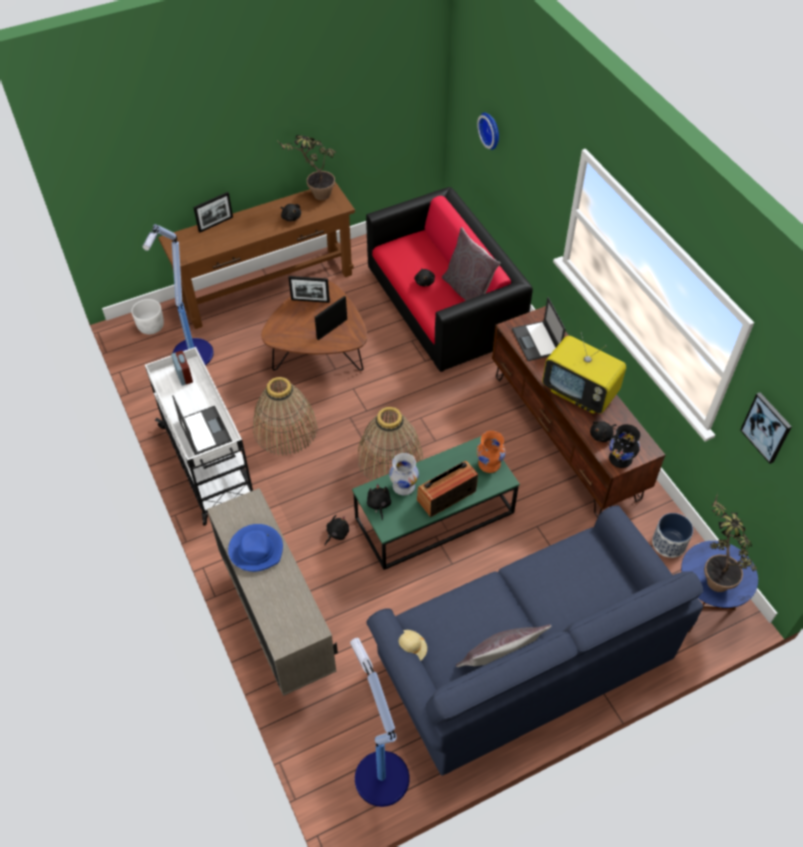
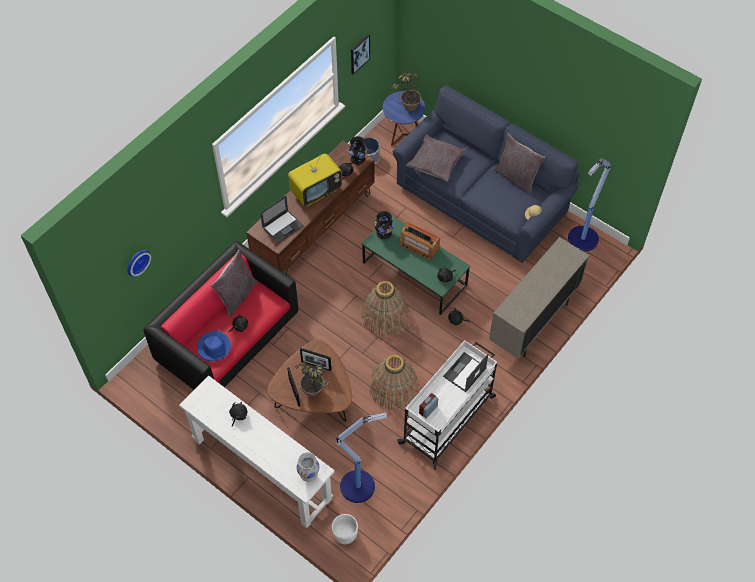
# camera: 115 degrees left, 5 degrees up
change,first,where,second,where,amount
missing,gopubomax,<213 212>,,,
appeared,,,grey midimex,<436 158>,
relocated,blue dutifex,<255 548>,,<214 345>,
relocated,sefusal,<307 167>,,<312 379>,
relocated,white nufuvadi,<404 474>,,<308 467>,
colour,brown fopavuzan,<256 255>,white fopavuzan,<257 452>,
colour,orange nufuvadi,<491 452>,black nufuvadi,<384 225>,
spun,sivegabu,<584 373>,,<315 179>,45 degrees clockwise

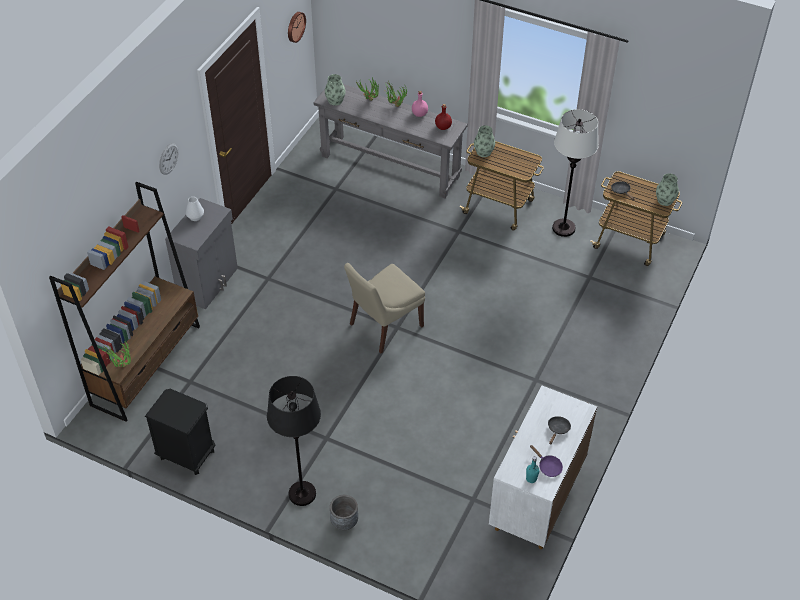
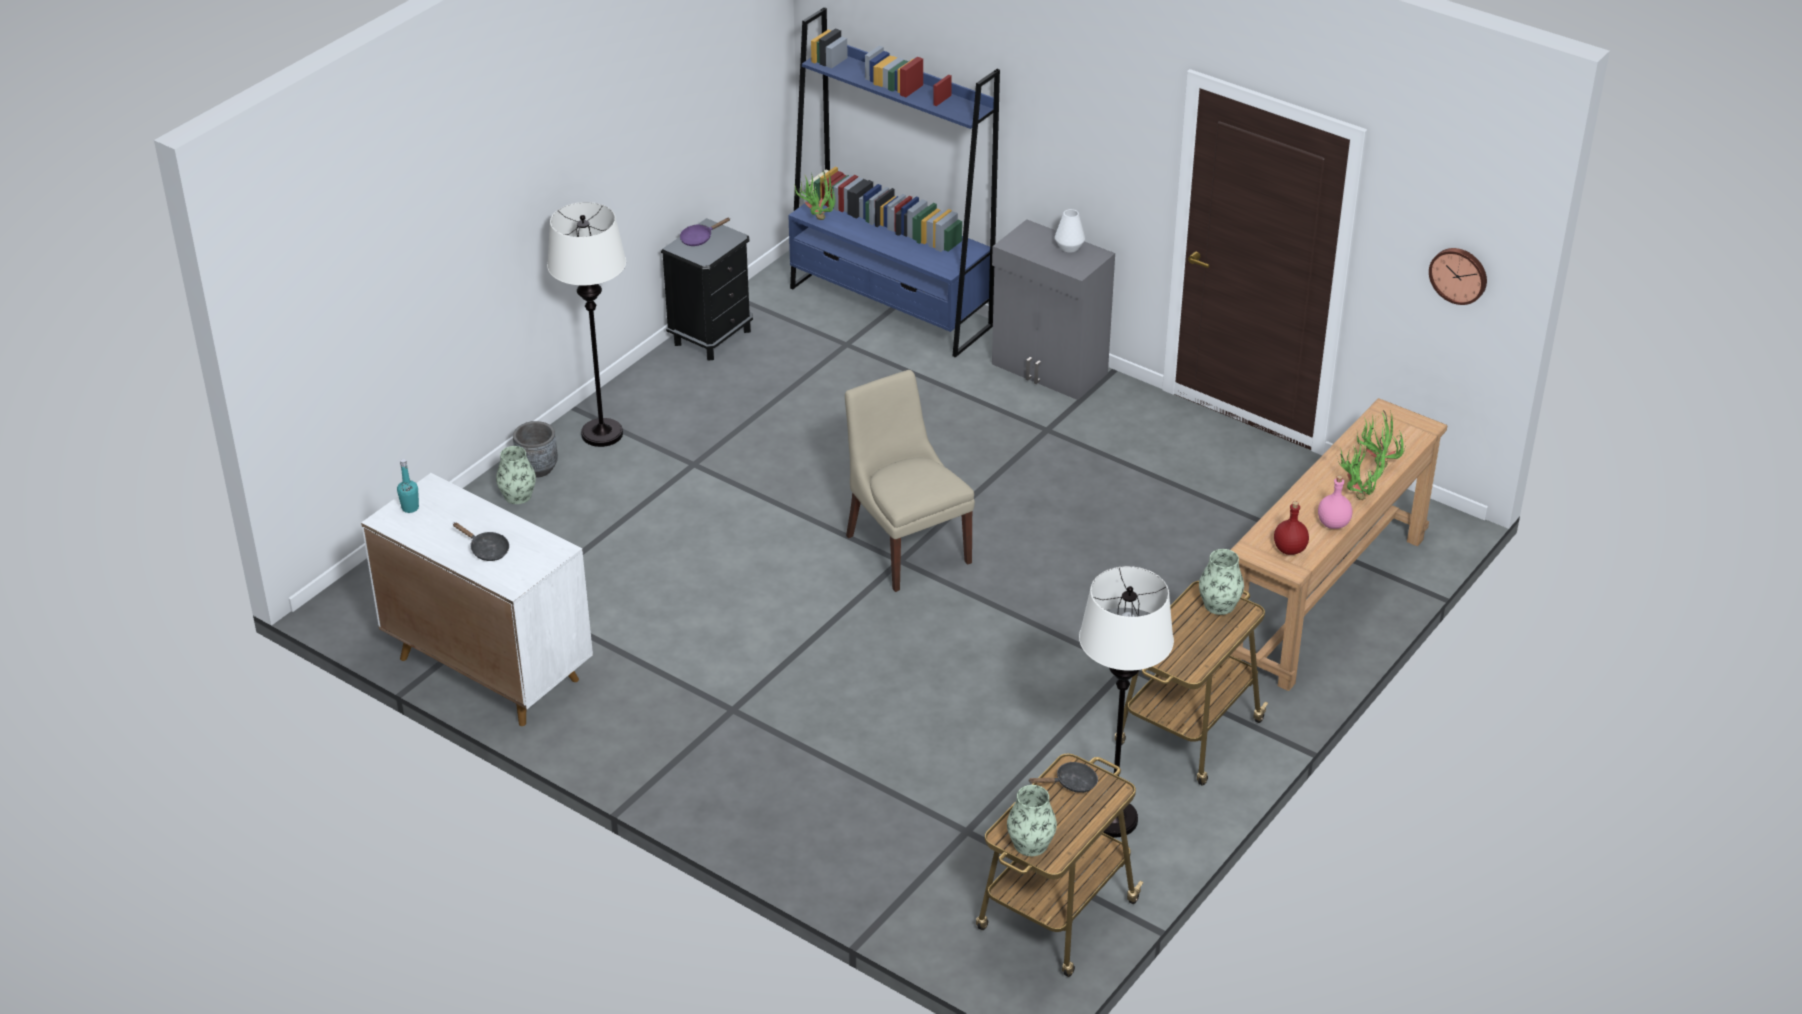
# camera: 100 degrees right, 10 degrees down
change,first,where,second,where,amount
missing,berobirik,<168 159>,,,
relocated,nufuvadi,<335 90>,,<516 475>,
relocated,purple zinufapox,<546 461>,,<705 231>,
colour,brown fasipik,<124 302>,blue fasipik,<894 182>,
colour,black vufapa,<294 441>,white vufapa,<586 324>,
colour,grey fopavuzan,<391 141>,brown fopavuzan,<1337 544>,

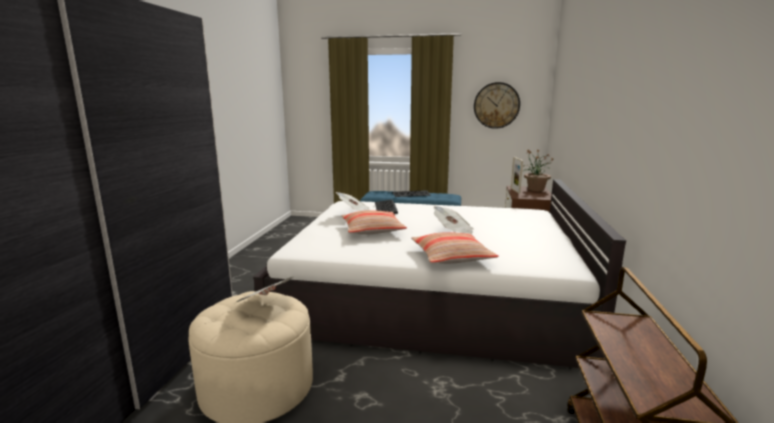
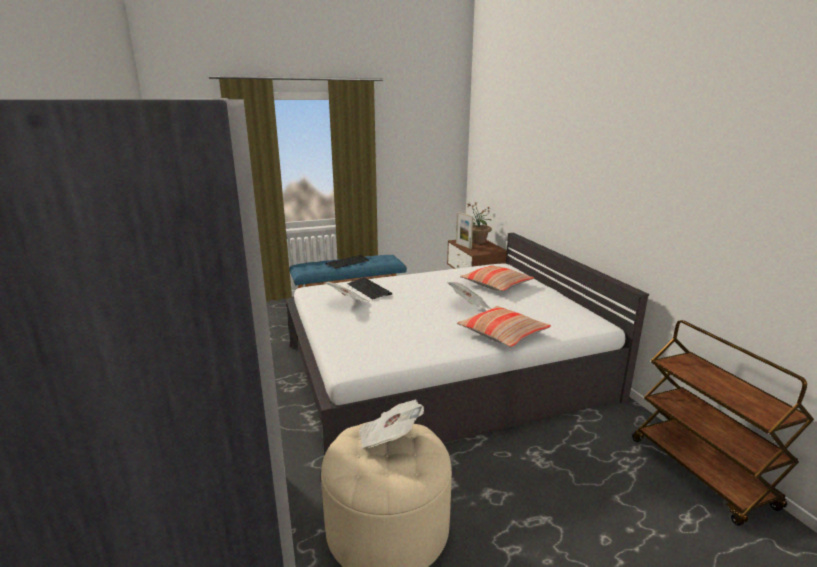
# camera: 30 degrees left, 5 degrees up
change,first,where,second,where,amount
missing,berobirik,<497 105>,,,
relocated,midimex,<374 222>,,<497 278>,

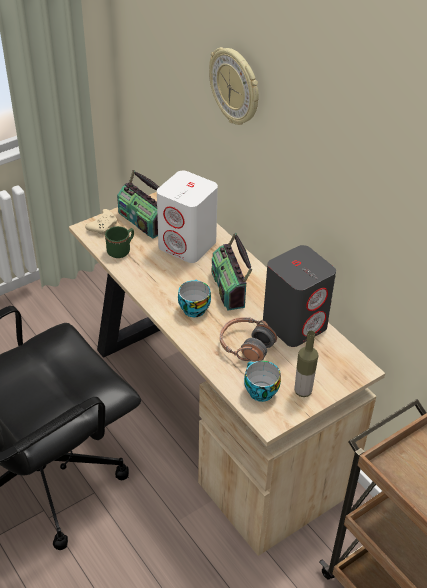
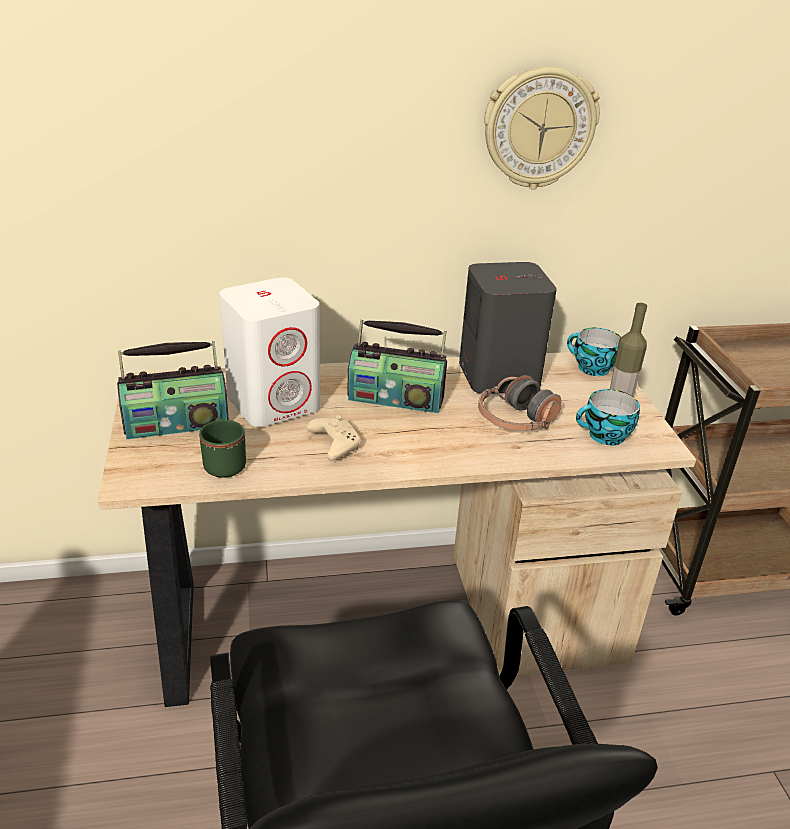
# camera: 65 degrees left, 10 degrees down
change,first,where,second,where,amount
relocated,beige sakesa,<101 222>,,<333 437>,
relocated,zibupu,<194 298>,,<594 352>,
relocated,berobirik,<234 86>,,<542 128>,

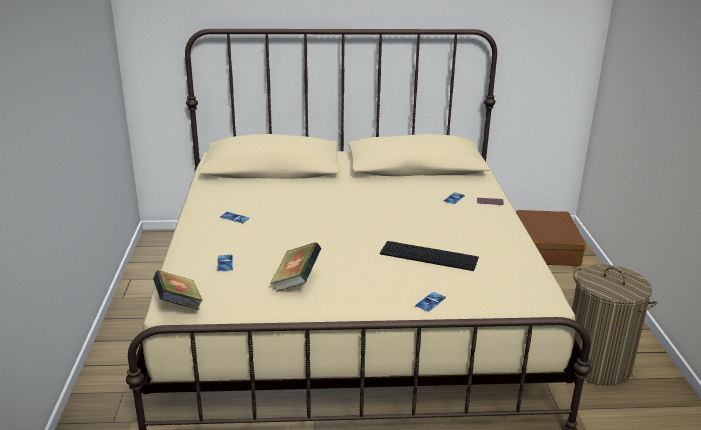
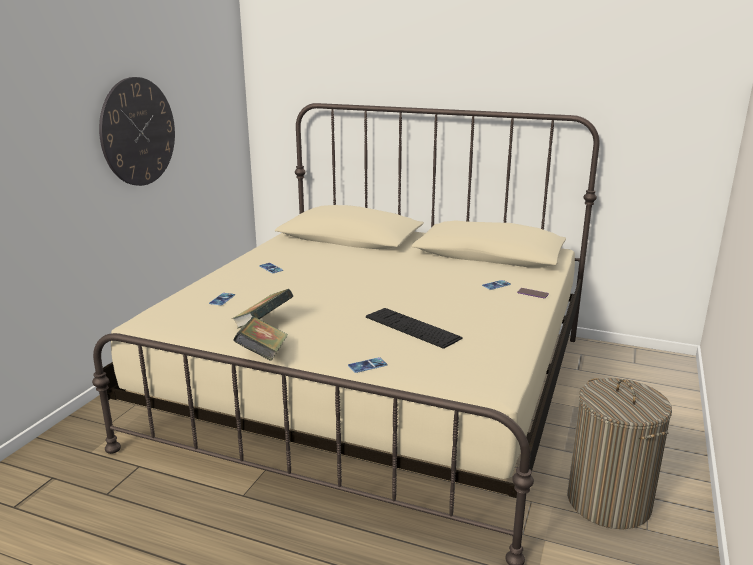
# camera: 25 degrees right, 5 degrees down
change,first,where,second,where,amount
missing,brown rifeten,<551 238>,,,
appeared,,,berobirik,<137 131>,
relocated,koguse,<178 290>,,<260 339>,

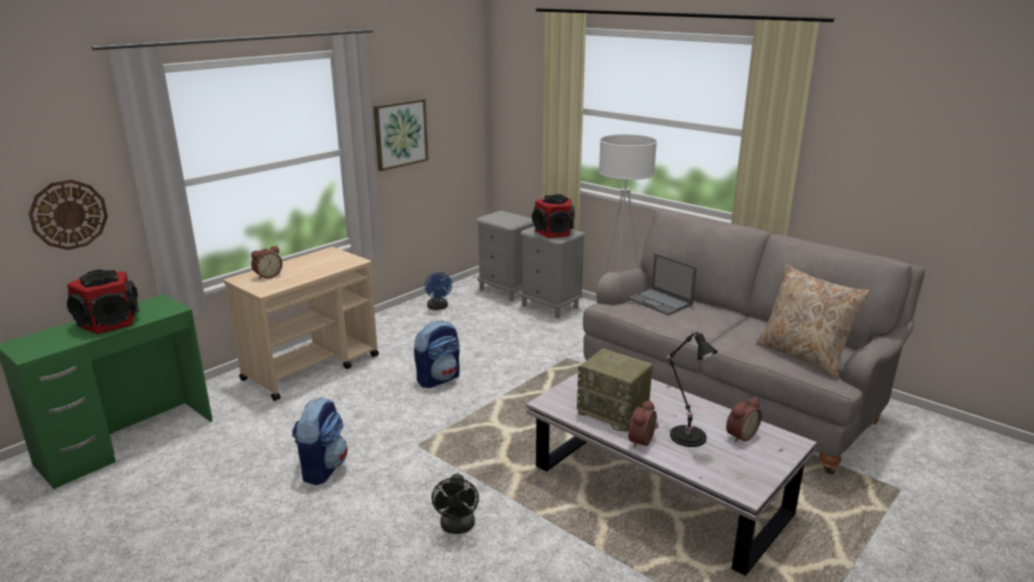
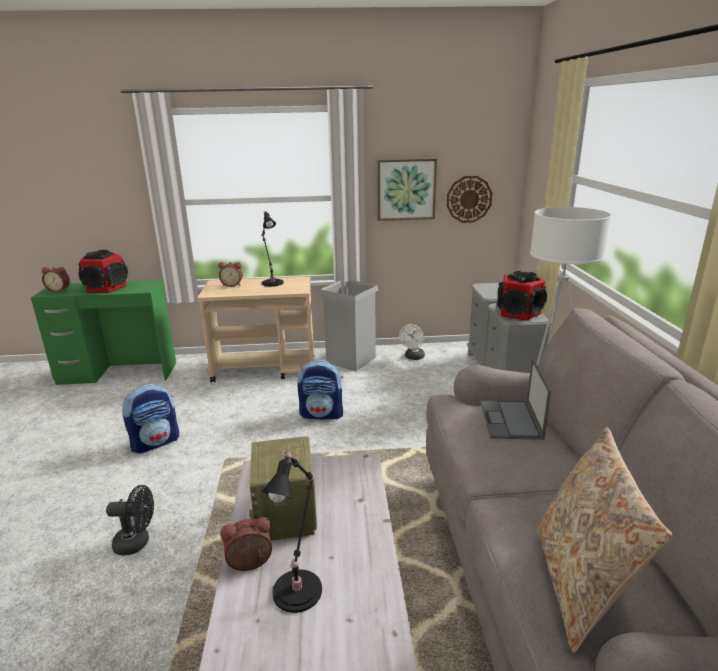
# camera: 45 degrees right, 0 degrees up
change,first,where,second,where,amount
appeared,,,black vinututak,<272 249>,
appeared,,,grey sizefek,<349 325>,
relocated,berobirik,<68 215>,,<469 199>,
relocated,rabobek,<744 420>,,<56 279>,
colour,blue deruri,<438 291>,white deruri,<412 342>,
spun,black deruri,<455 503>,,<130 520>,135 degrees counterclockwise

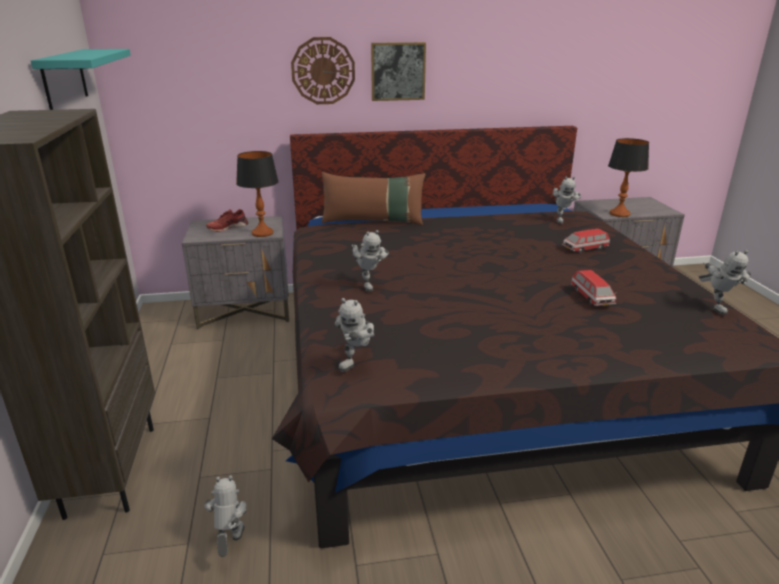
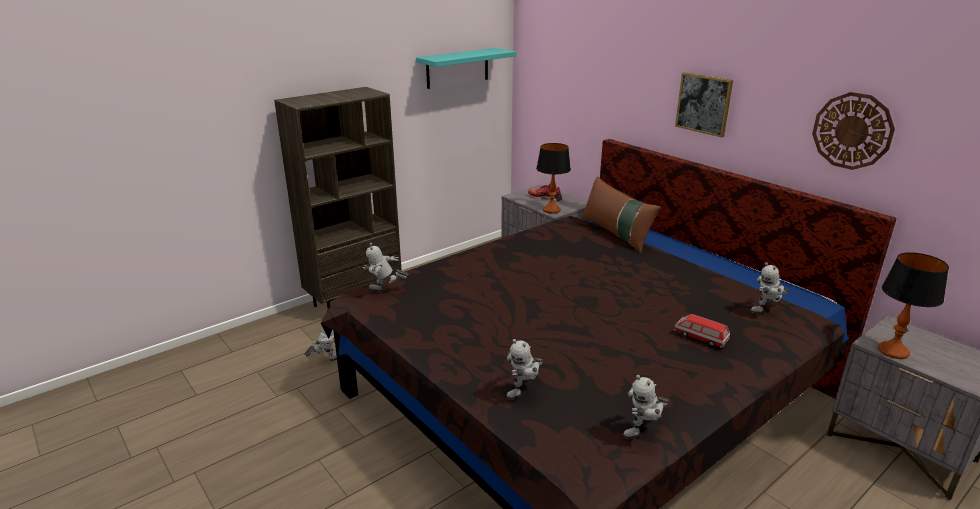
# camera: 60 degrees right, 0 degrees up
change,first,where,second,where,amount
missing,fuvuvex,<593 288>,,,
relocated,berobirik,<323 70>,,<853 131>,
relocated,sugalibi,<370 261>,,<524 369>,

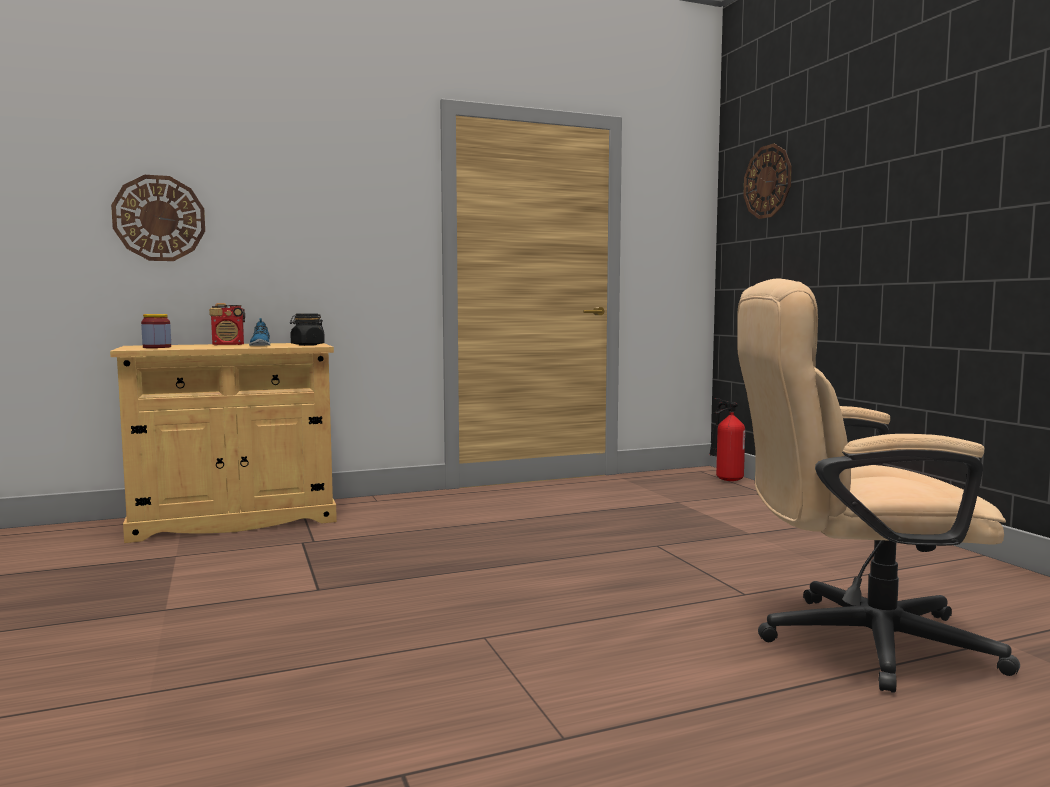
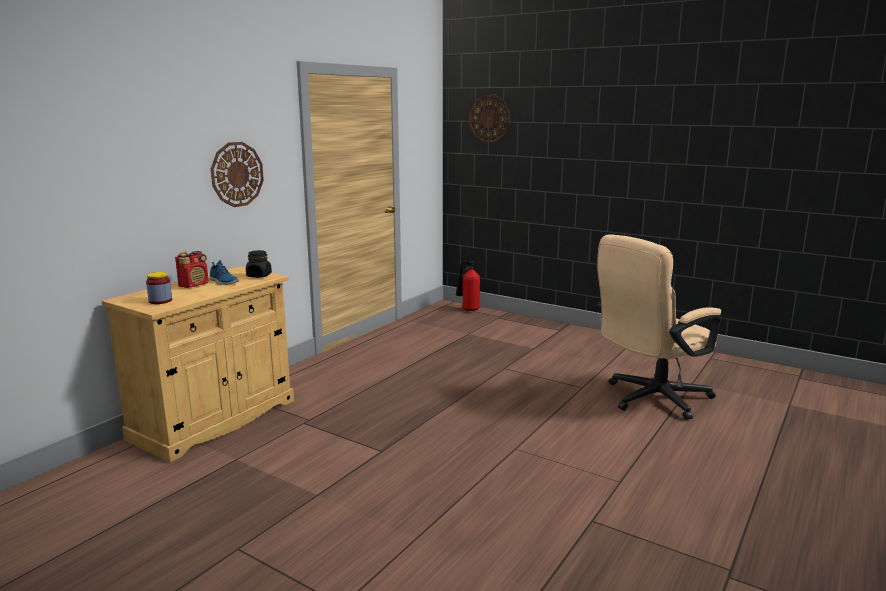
# camera: 35 degrees left, 10 degrees up
change,first,where,second,where,amount
relocated,berobirik,<158 218>,,<237 174>,

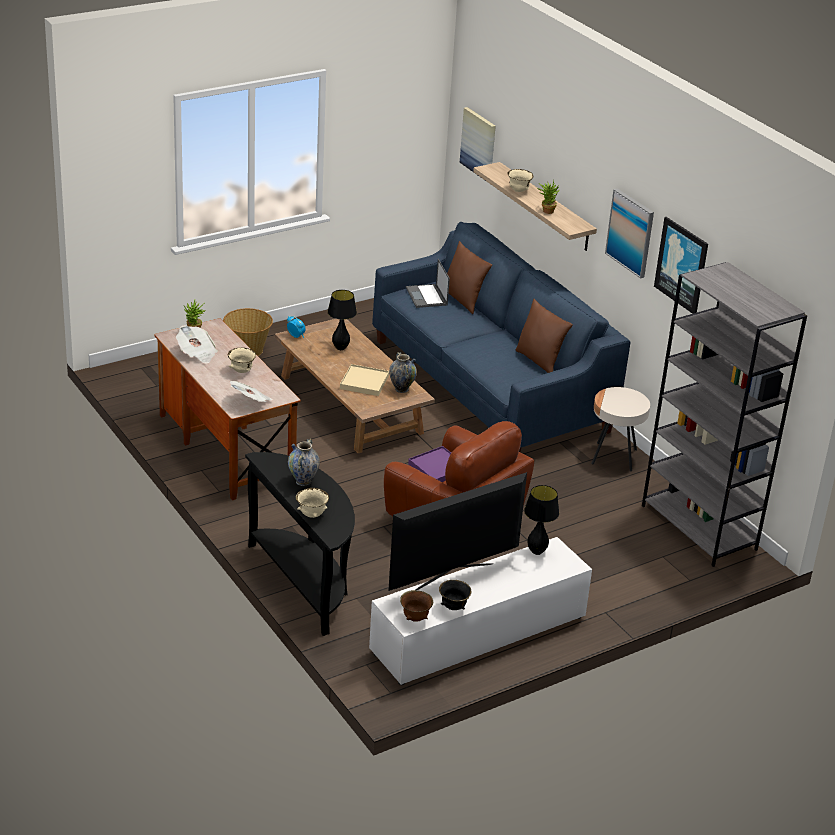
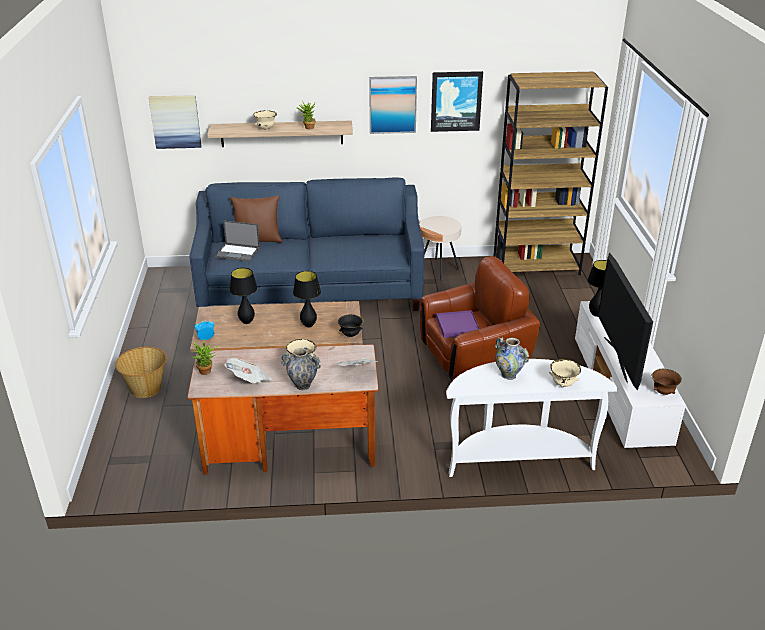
# camera: 60 degrees left, 0 degrees up
change,first,where,second,where,amount
missing,brown midimex,<544 336>,,,
relocated,nufuvadi,<403 372>,,<301 368>,
relocated,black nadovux,<455 595>,,<351 325>,
exchanged,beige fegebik,<364 380>,black vinututak,<307 299>,
colour,black fopavuzan,<300 544>,white fopavuzan,<532 418>,
colour,grey fasipik,<724 414>,brown fasipik,<551 173>,

